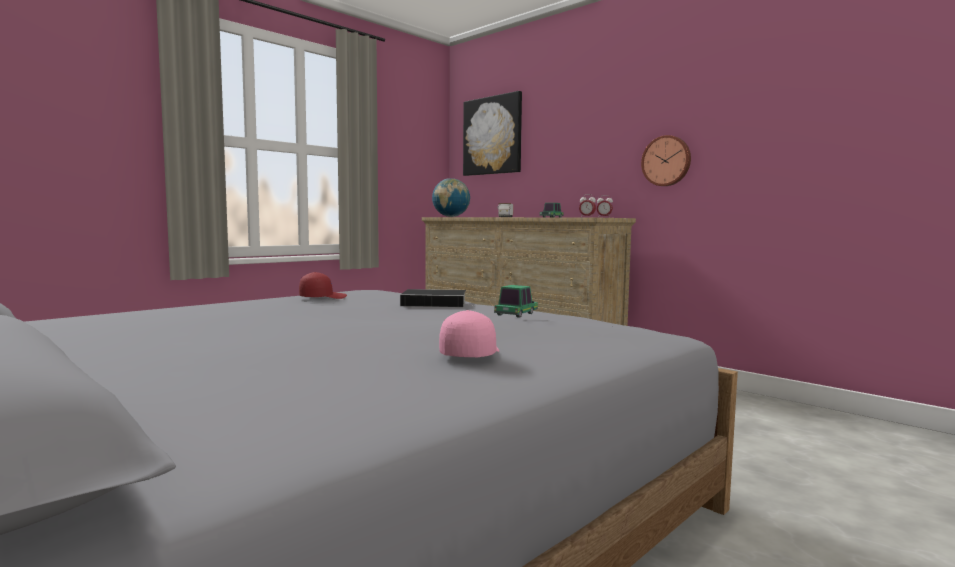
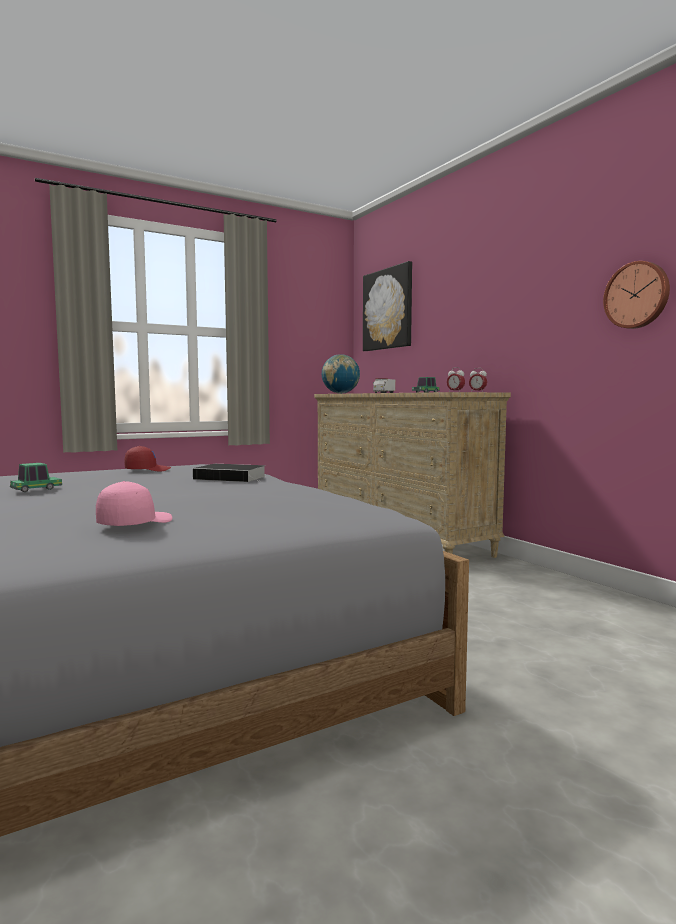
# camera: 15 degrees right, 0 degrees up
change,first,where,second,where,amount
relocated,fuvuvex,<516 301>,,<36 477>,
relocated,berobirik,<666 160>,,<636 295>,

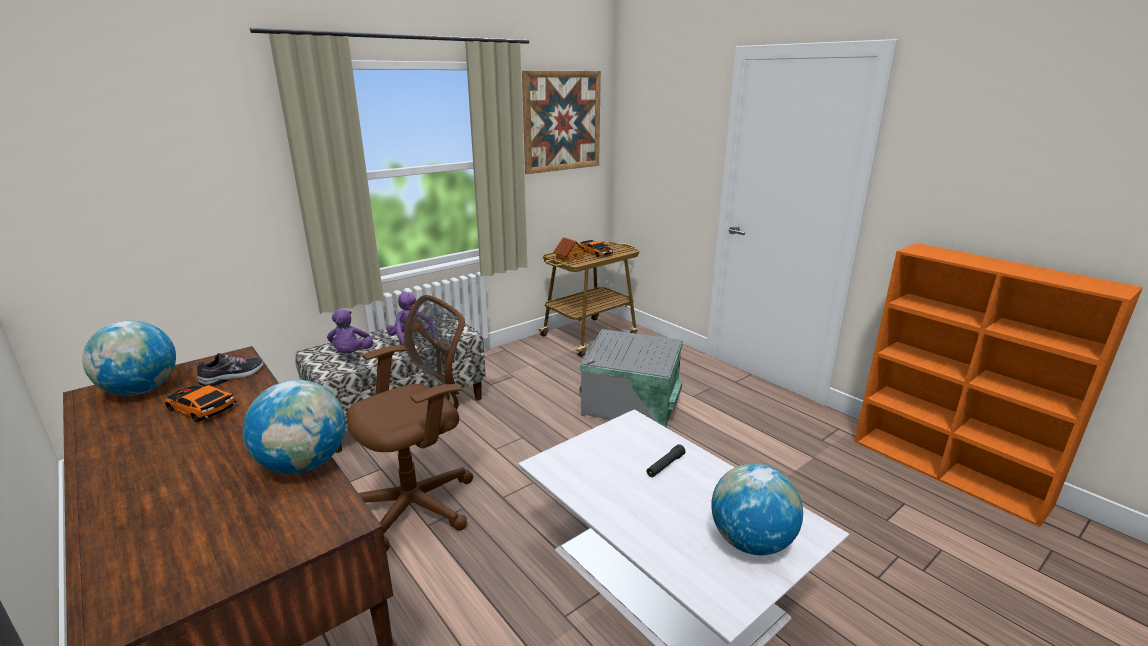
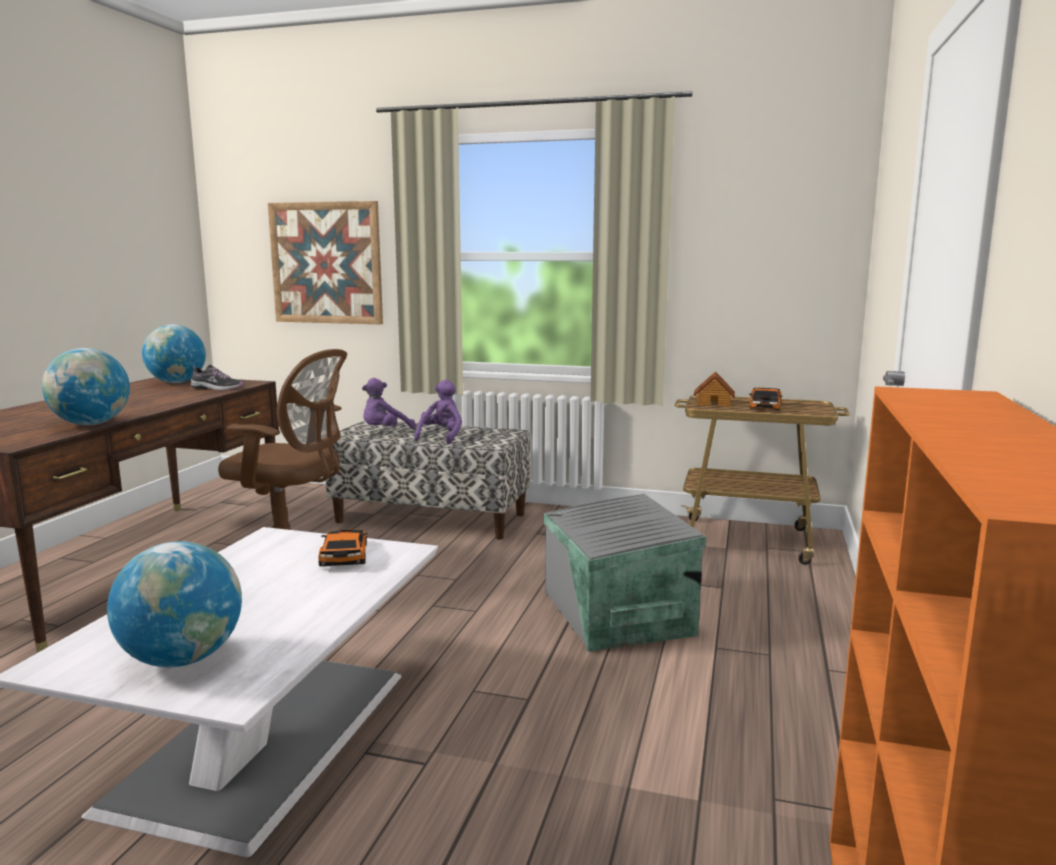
# camera: 55 degrees right, 10 degrees down
change,first,where,second,where,amount
missing,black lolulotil,<666 460>,,,
relocated,fuvuvex,<200 403>,,<343 547>,
relocated,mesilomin,<561 122>,,<325 262>,

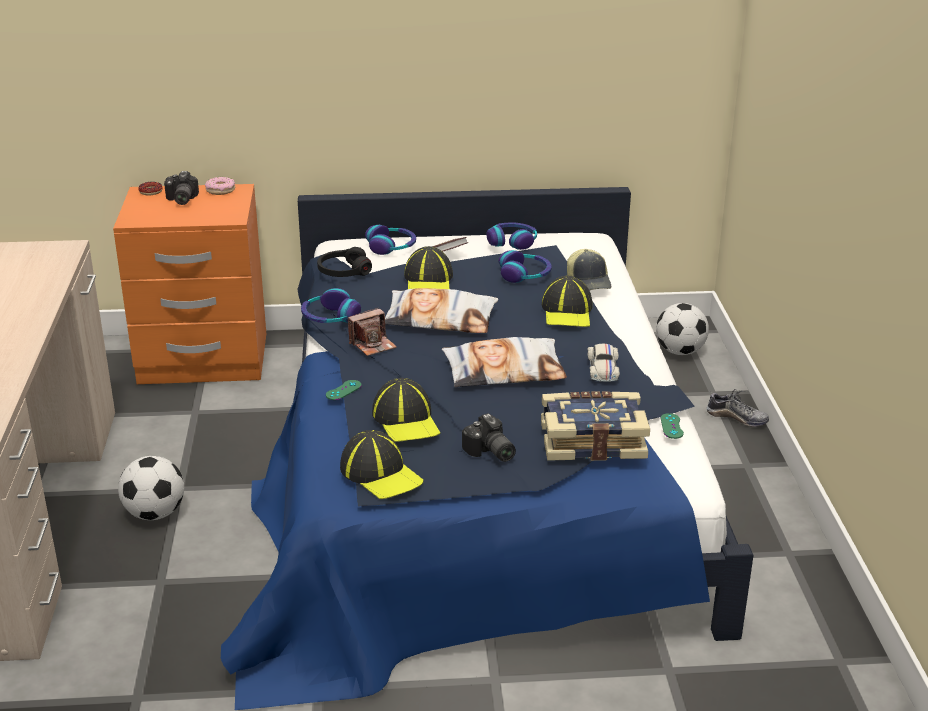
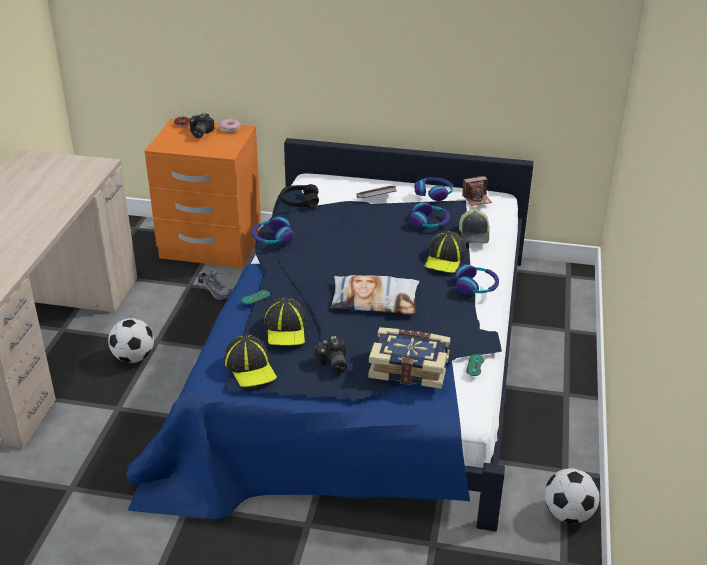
# camera: 15 degrees right, 5 degrees up
change,first,where,second,where,amount
missing,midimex,<441 310>,,,
missing,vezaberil,<428 267>,,,
missing,white fuvuvex,<603 362>,,,
relocated,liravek,<372 332>,,<477 191>,
relocated,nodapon,<390 240>,,<477 279>,
relocated,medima,<682 329>,,<572 495>,
relocated,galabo,<738 408>,,<214 286>,

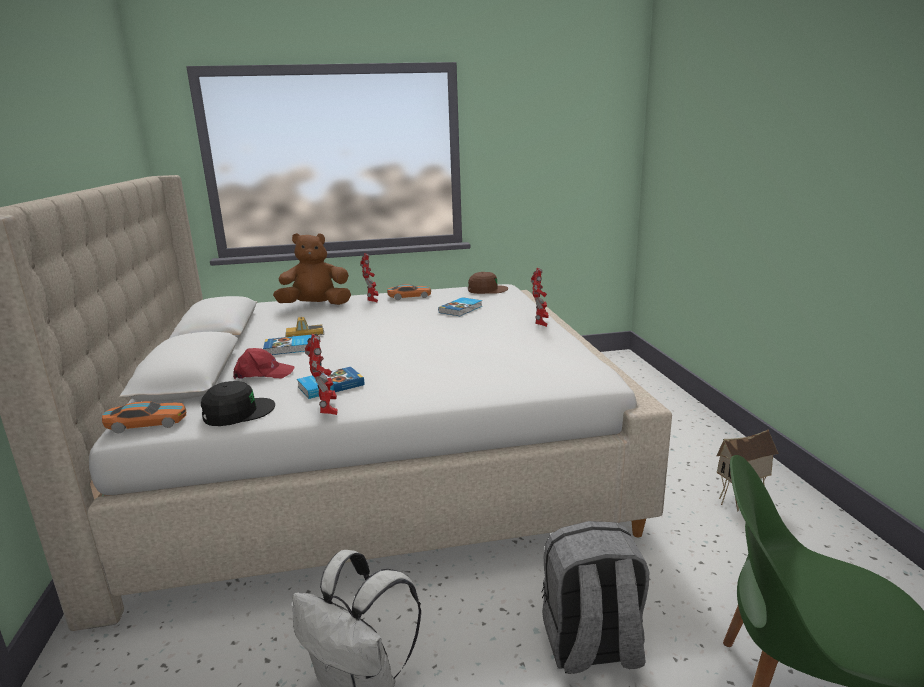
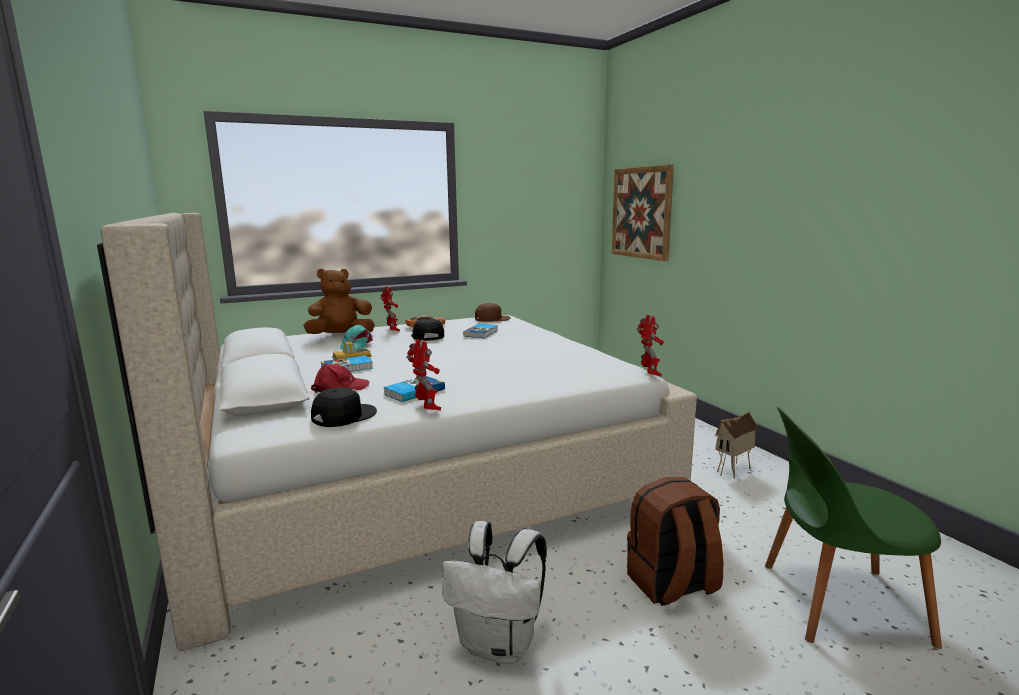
# camera: 15 degrees left, 5 degrees down
change,first,where,second,where,amount
missing,fuvuvex,<144 417>,,,
appeared,,,turquoise vezaberil,<356 337>,
appeared,,,black vezaberil,<427 330>,
appeared,,,mesilomin,<643 213>,
relocated,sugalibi,<540 297>,,<650 345>,
colour,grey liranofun,<595 597>,brown liranofun,<675 541>,

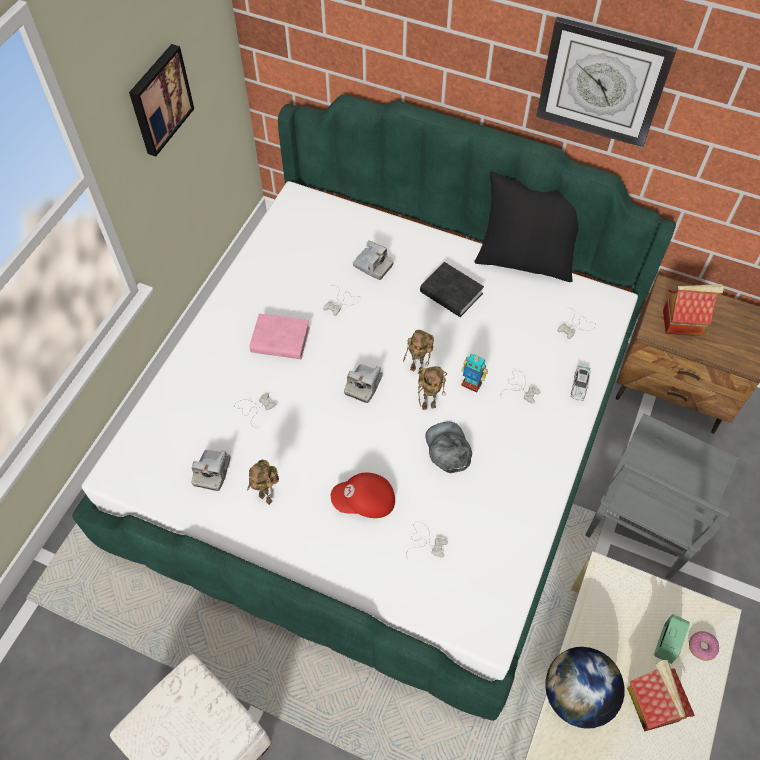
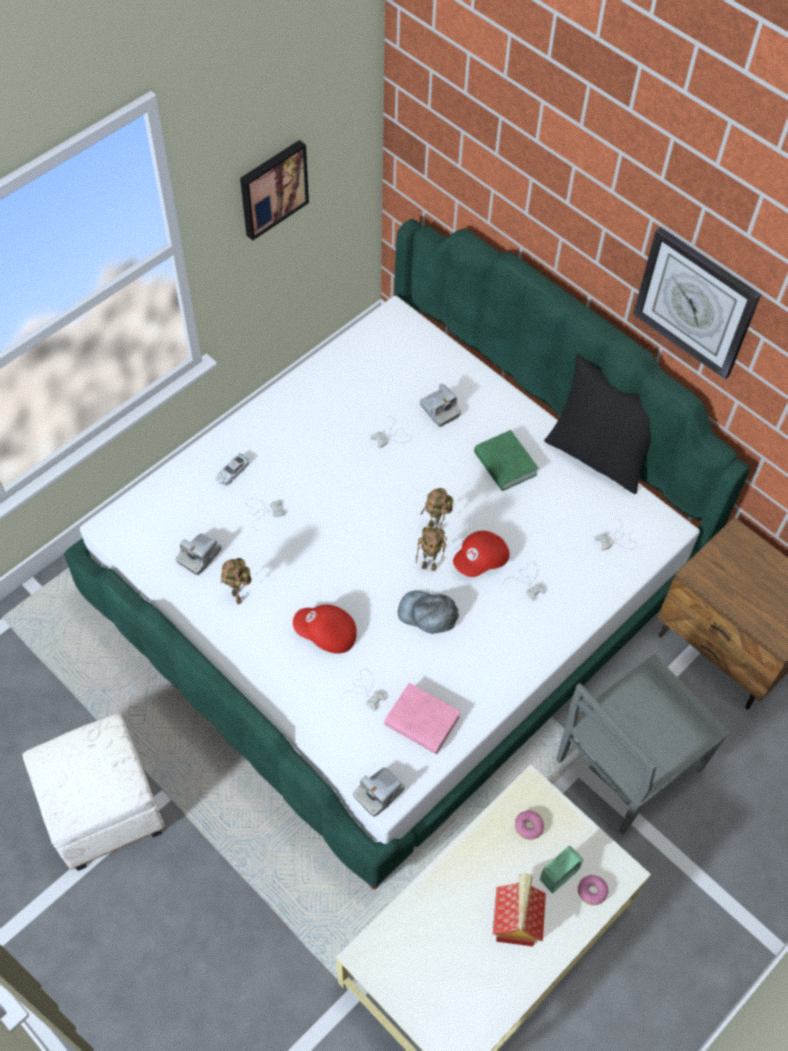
# camera: 20 degrees right, 0 degrees up
change,first,where,second,where,amount
missing,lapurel,<585 688>,,,
missing,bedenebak,<693 310>,,,
appeared,,,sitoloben,<529 825>,
relocated,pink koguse,<279 336>,,<422 718>,
relocated,liravek,<363 383>,,<379 792>,
relocated,fuvuvex,<581 383>,,<232 469>,
exchanged,sugalibi,<474 373>,red vezaberil,<481 554>,
colour,black koguse,<452 289>,green koguse,<506 460>,
spun,grey vezaberil,<449 447>,,<428 612>,75 degrees counterclockwise

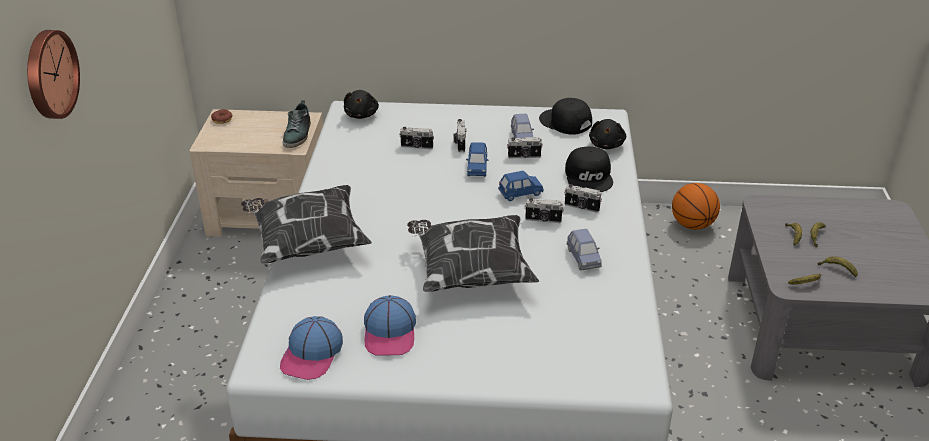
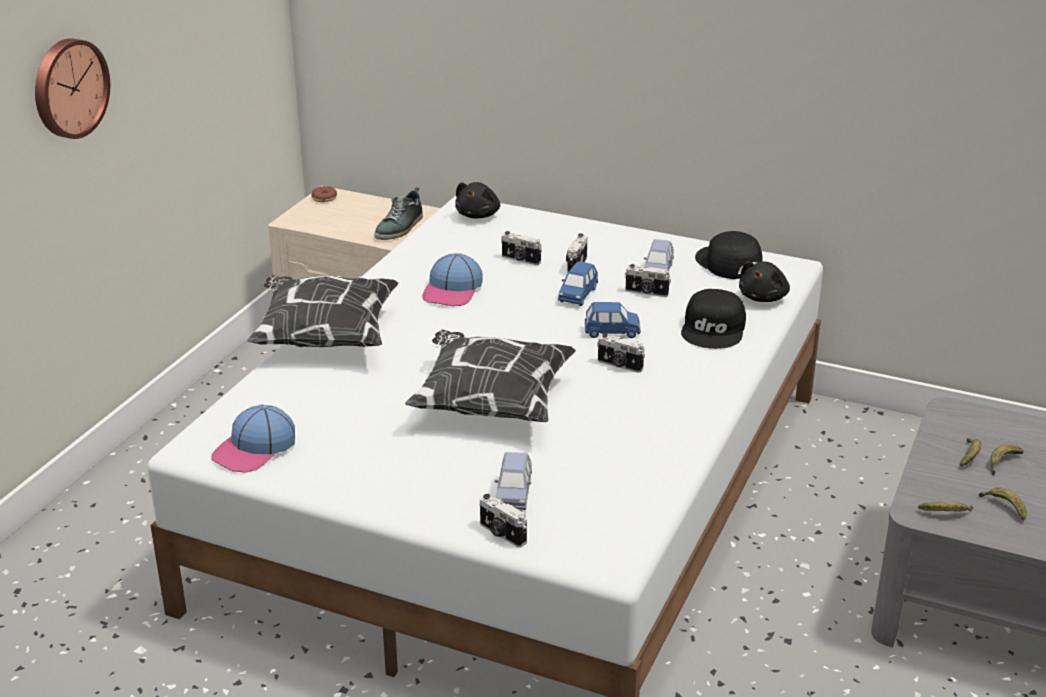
# camera: 20 degrees right, 5 degrees down
change,first,where,second,where,amount
missing,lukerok,<696 206>,,,
relocated,vezaberil,<390 325>,,<452 279>,
relocated,liravek,<583 198>,,<503 520>,
relocated,blue fuvuvex,<584 249>,,<513 481>,

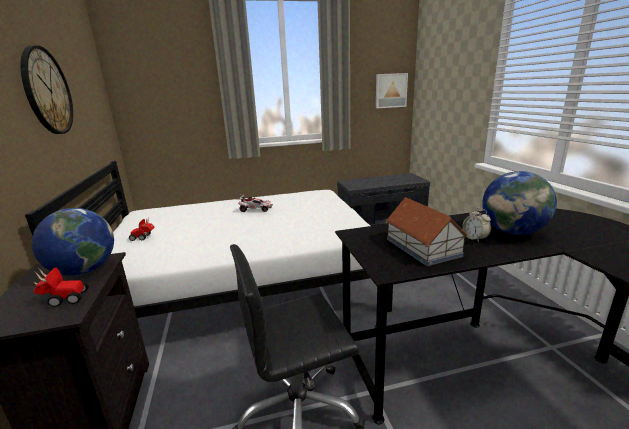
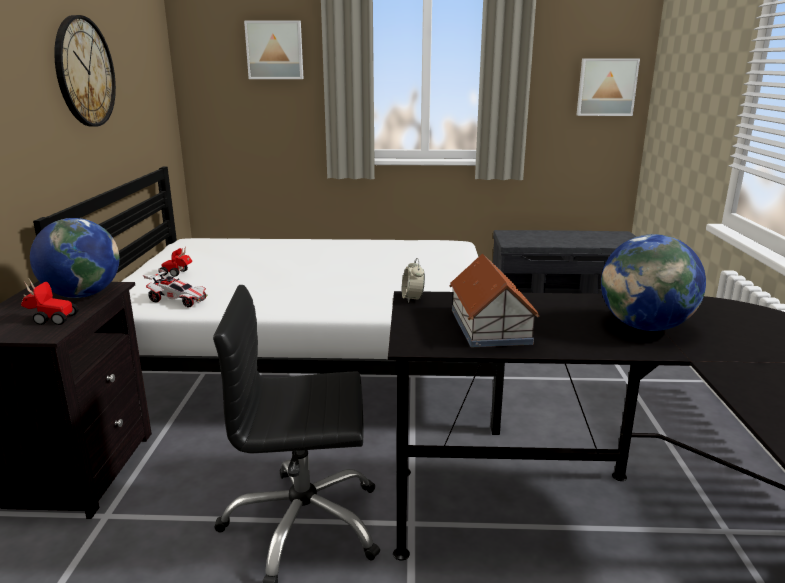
# camera: 15 degrees right, 0 degrees up
change,first,where,second,where,amount
appeared,,,mesilomin,<274 49>,
relocated,fuvuvex,<254 203>,,<175 288>,
relocated,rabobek,<476 225>,,<413 280>,

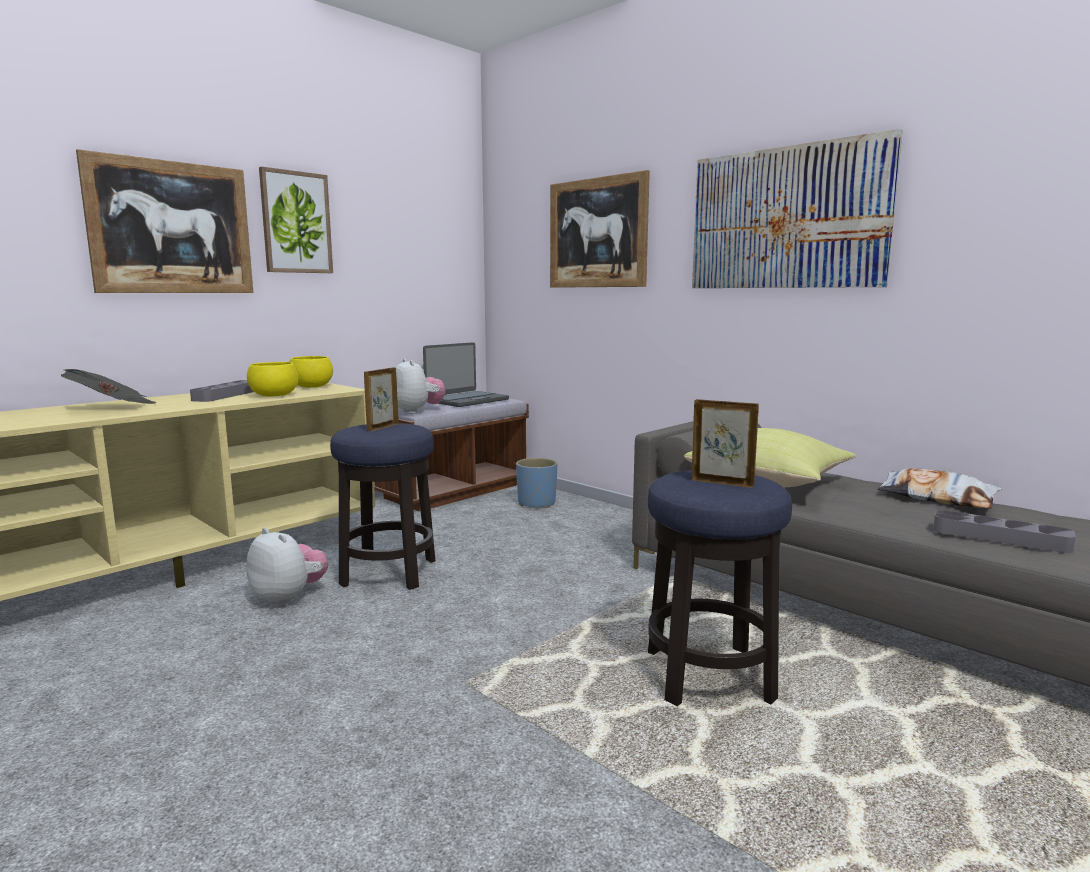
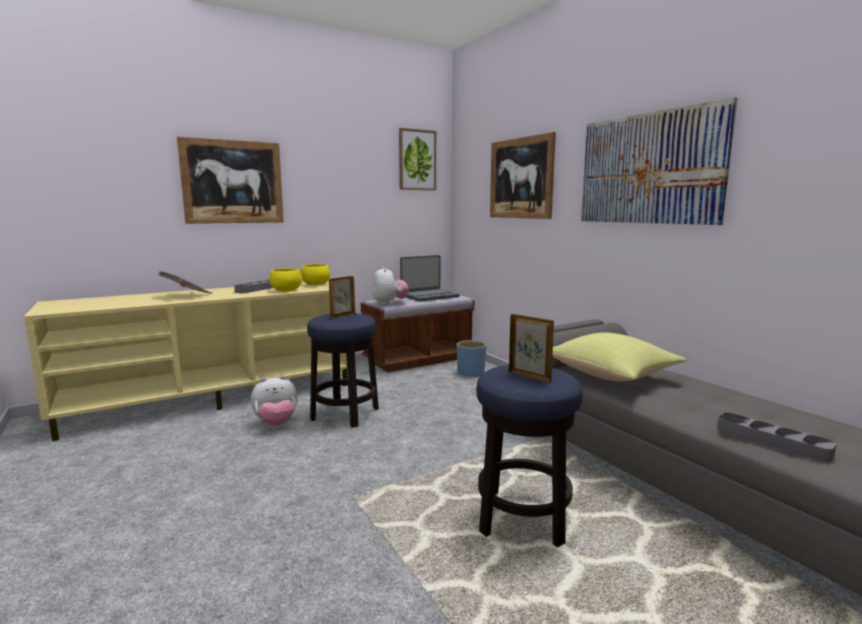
# camera: 15 degrees right, 0 degrees up
change,first,where,second,where,amount
missing,midimex,<939 488>,,,
relocated,mesilomin,<296 220>,,<417 159>,
spun,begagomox,<287 567>,,<274 400>,105 degrees clockwise

